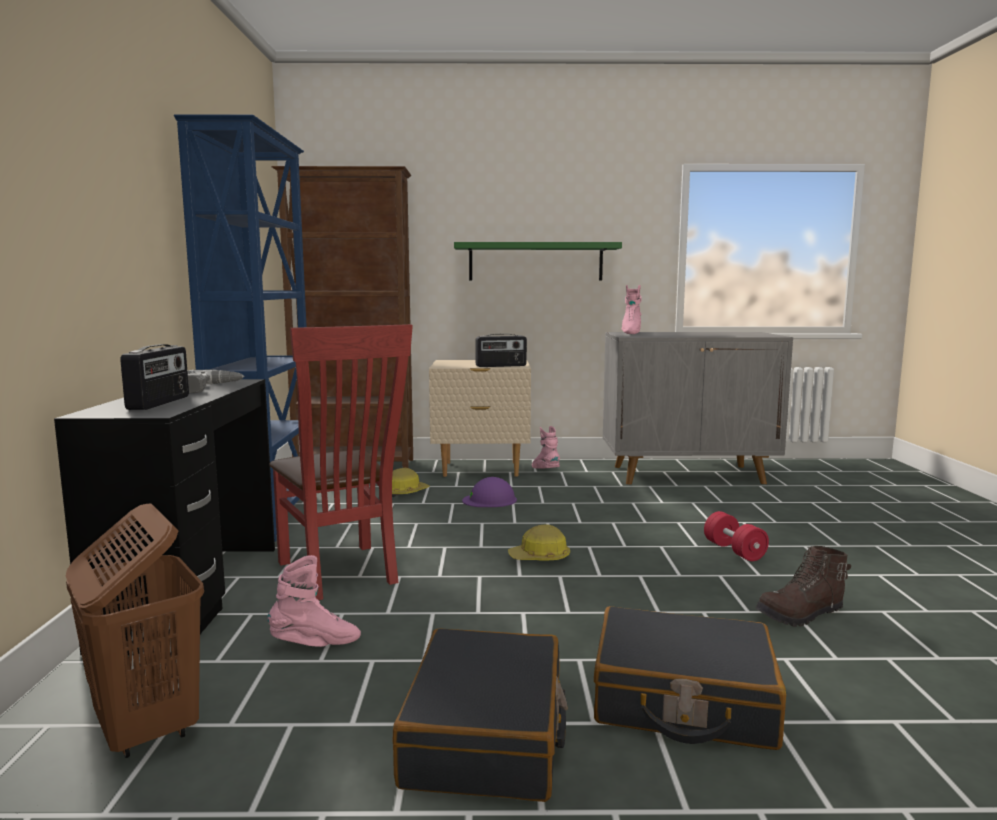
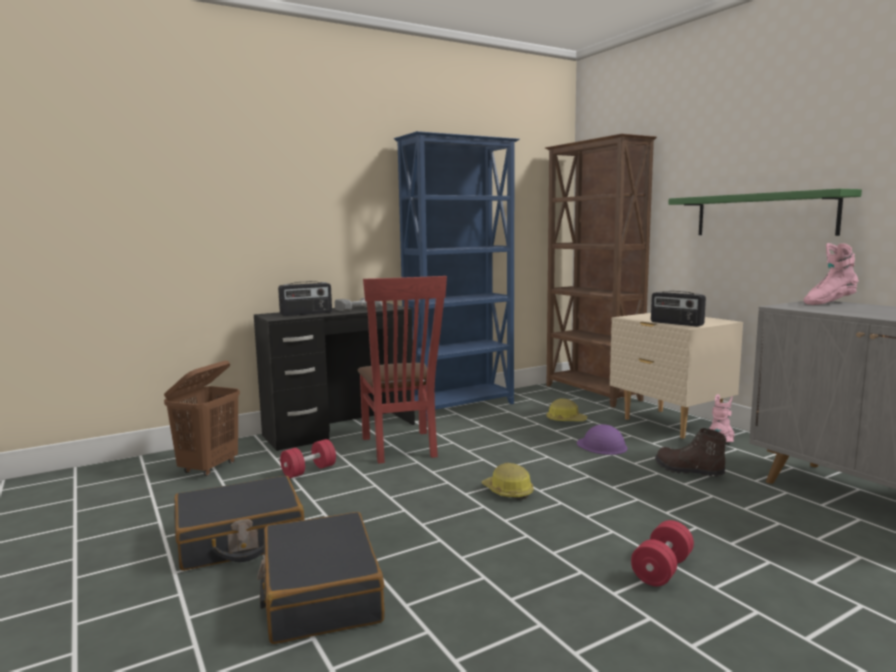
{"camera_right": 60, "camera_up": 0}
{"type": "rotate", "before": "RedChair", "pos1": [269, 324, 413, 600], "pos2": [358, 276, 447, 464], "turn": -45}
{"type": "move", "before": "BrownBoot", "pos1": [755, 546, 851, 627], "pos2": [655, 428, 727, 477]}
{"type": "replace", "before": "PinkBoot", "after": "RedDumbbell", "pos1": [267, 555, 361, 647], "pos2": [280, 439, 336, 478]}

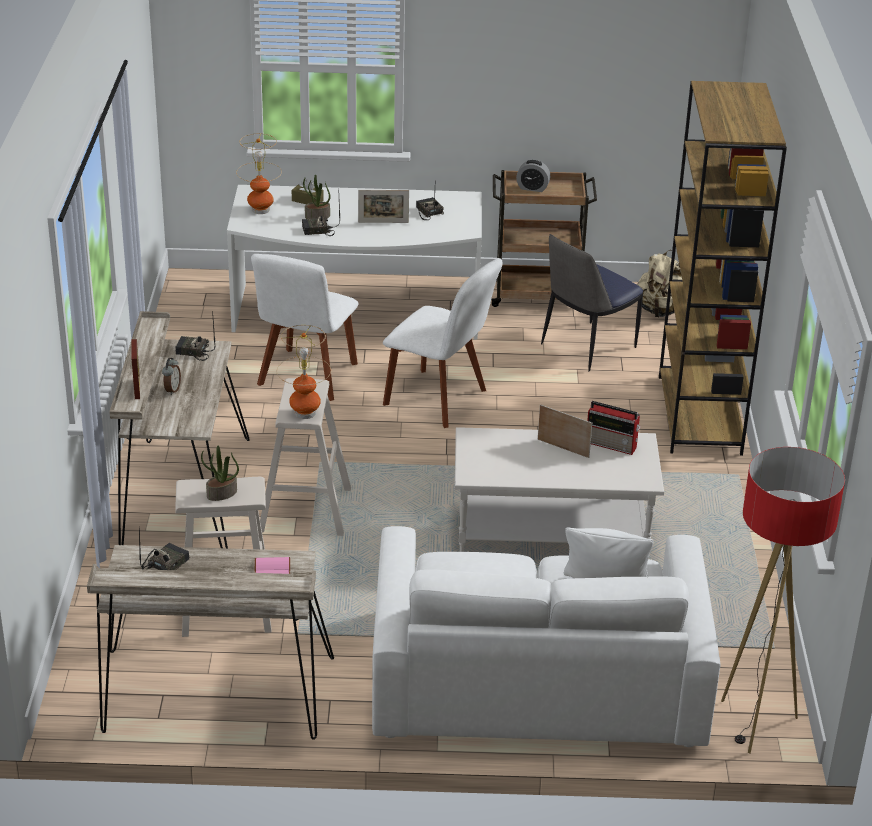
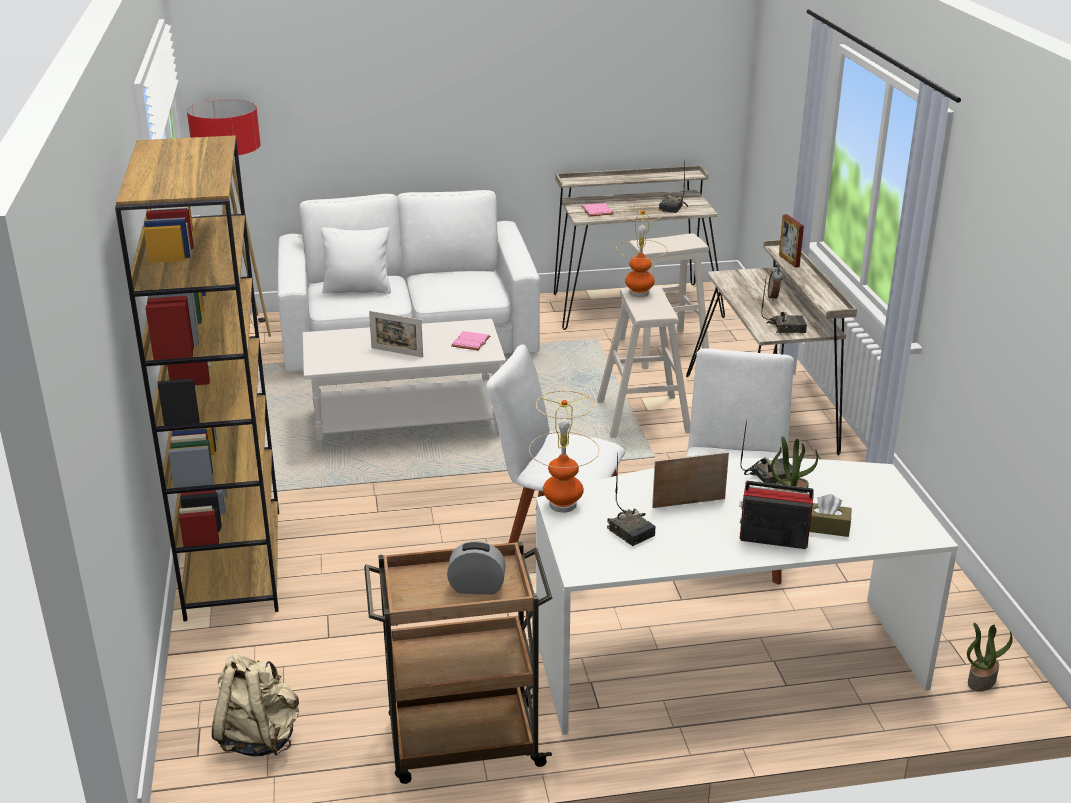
{"camera_right": 170, "camera_up": -5}
{"type": "move", "before": "TableLamp", "pos1": [236, 133, 282, 214], "pos2": [529, 391, 599, 513]}
{"type": "delete", "before": "Chair", "pos1": [541, 234, 643, 372]}
{"type": "move", "before": "Radio", "pos1": [587, 401, 641, 455], "pos2": [739, 481, 814, 549]}
{"type": "move", "before": "PottedPlant", "pos1": [201, 446, 239, 501], "pos2": [967, 623, 1013, 691]}
{"type": "insert", "after": "PinkBook", "pos2": [451, 331, 490, 351]}

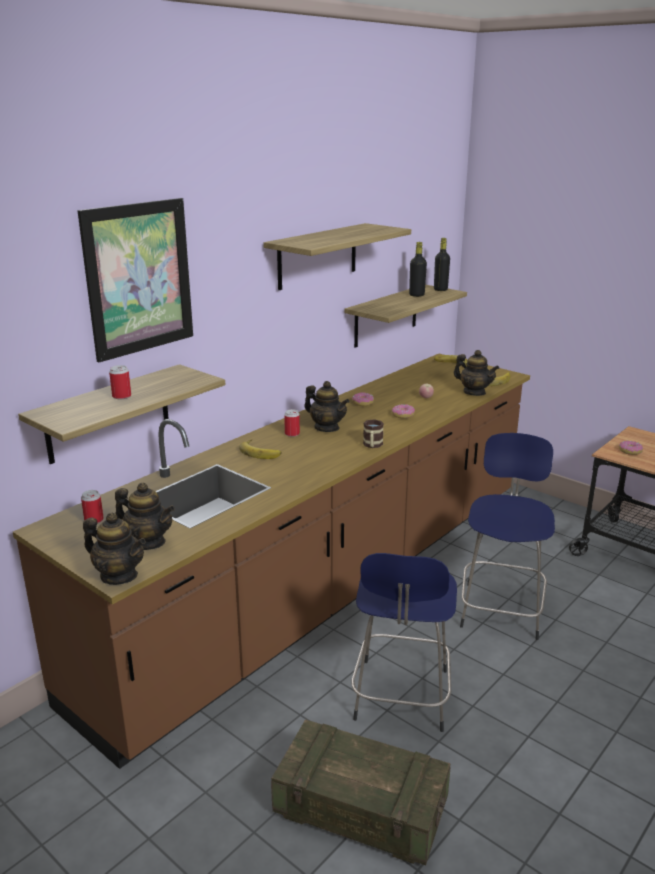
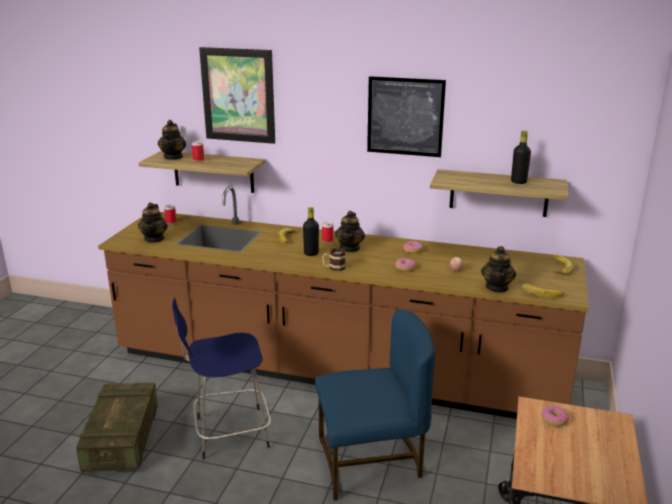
{"camera_right": 65, "camera_up": 0}
{"type": "replace", "before": "Shelf", "after": "Picture", "pos1": [263, 223, 411, 290], "pos2": [367, 76, 446, 157]}
{"type": "move", "before": "BlackBottle", "pos1": [434, 238, 450, 291], "pos2": [303, 207, 319, 256]}
{"type": "replace", "before": "BlueStool", "after": "BlueChair", "pos1": [460, 433, 555, 640], "pos2": [315, 310, 435, 501]}
{"type": "move", "before": "Teapot", "pos1": [83, 513, 146, 585], "pos2": [158, 120, 186, 160]}

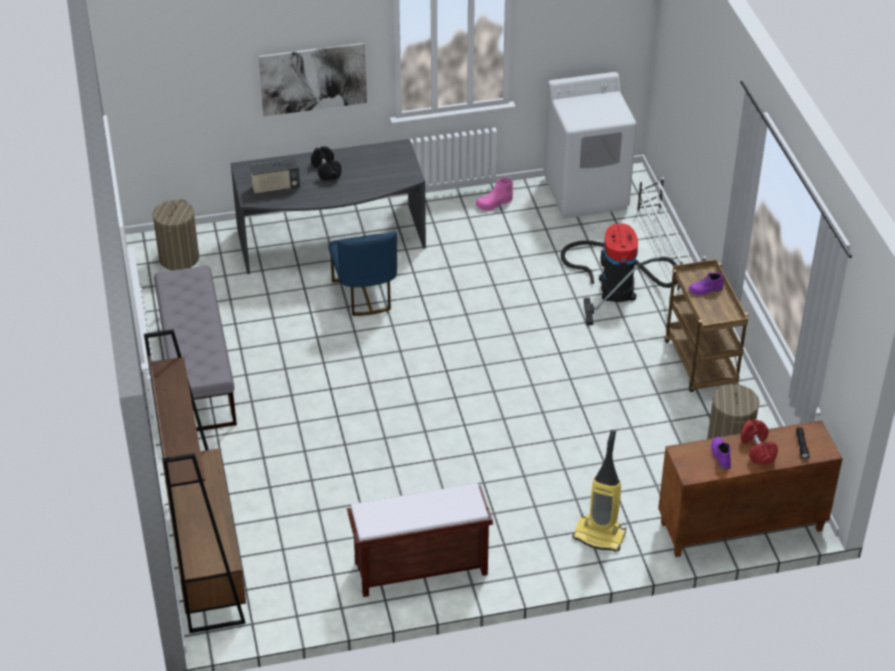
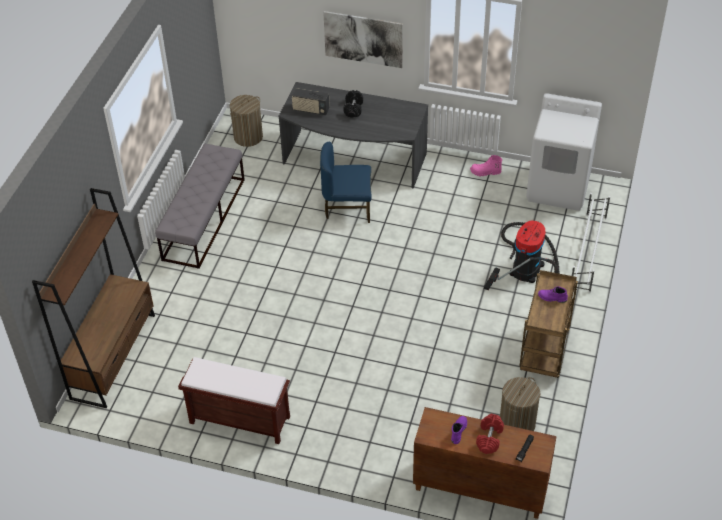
{"camera_right": 30, "camera_up": 5}
{"type": "rotate", "before": "BlueChair", "pos1": [329, 231, 397, 316], "pos2": [320, 142, 372, 223], "turn": 75}
{"type": "delete", "before": "VacuumCleaner", "pos1": [572, 430, 626, 552]}

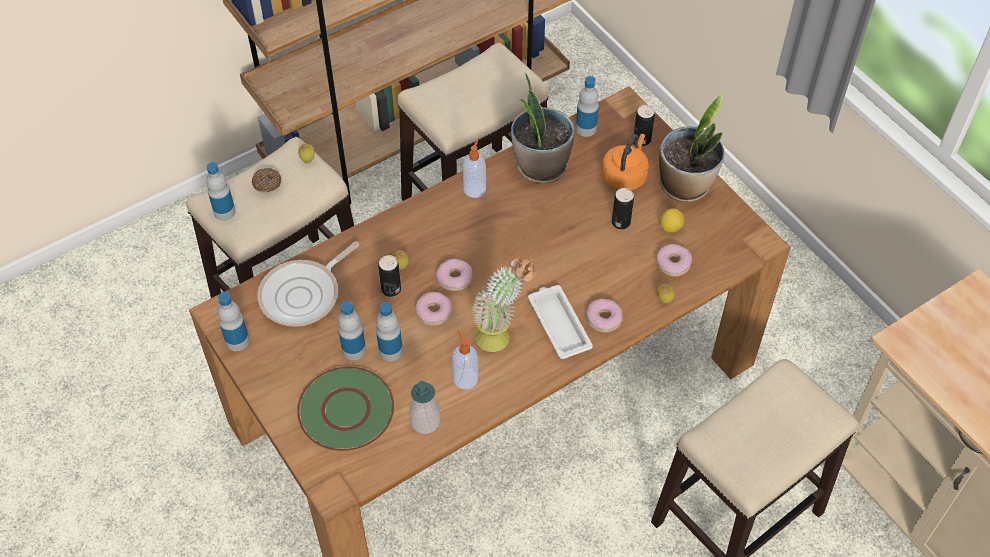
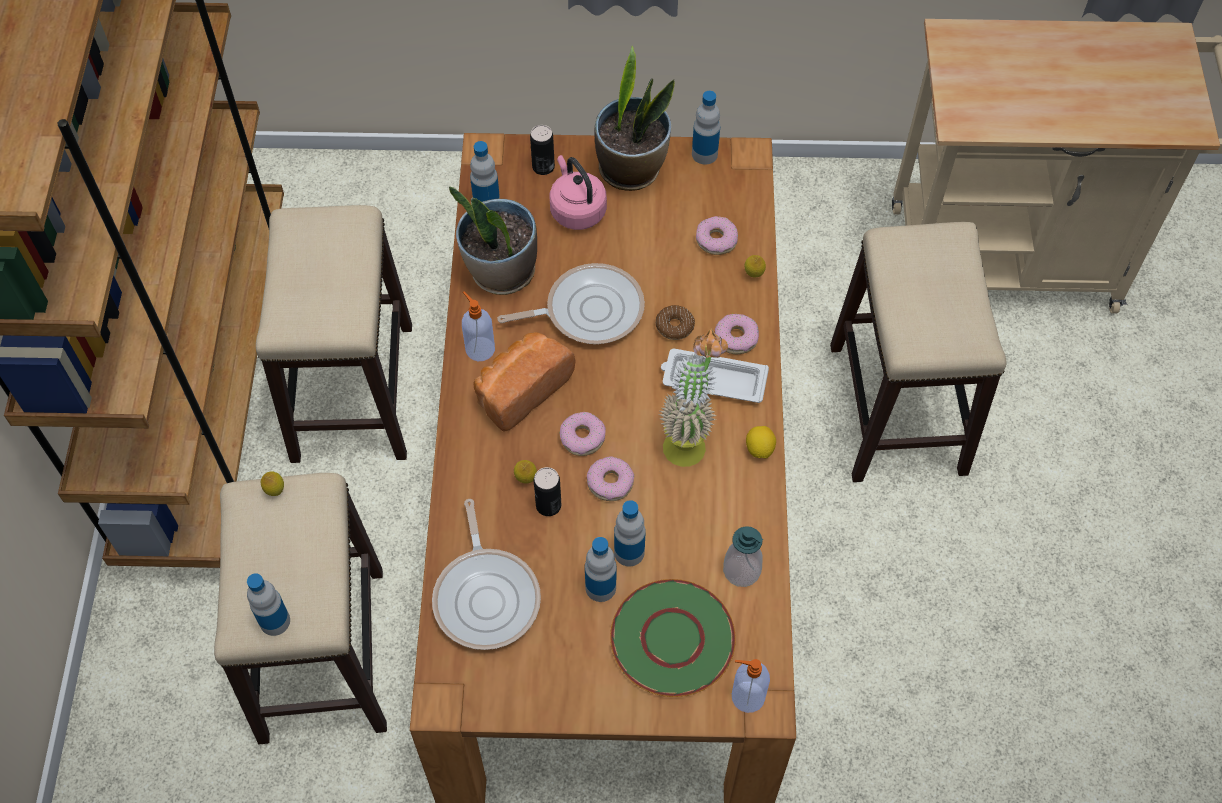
{"camera_right": -55, "camera_up": 5}
{"type": "recolor", "before": "OrangeKettle", "after": "PinkKettle", "pos1": [602, 134, 649, 190], "pos2": [549, 155, 607, 230]}
{"type": "move", "before": "Donut", "pos1": [252, 168, 282, 193], "pos2": [656, 305, 695, 340]}
{"type": "delete", "before": "Can", "pos1": [612, 188, 634, 229]}
{"type": "move", "before": "Lemon", "pos1": [660, 208, 685, 233], "pos2": [746, 426, 776, 458]}
{"type": "move", "before": "Bottle", "pos1": [218, 292, 250, 351], "pos2": [692, 91, 720, 164]}
{"type": "move", "before": "SoapDispenser", "pos1": [452, 330, 479, 390], "pos2": [732, 659, 770, 713]}
{"type": "insert", "after": "FryingPan", "pos2": [497, 263, 645, 344]}
{"type": "insert", "after": "Bread", "pos2": [474, 332, 576, 432]}

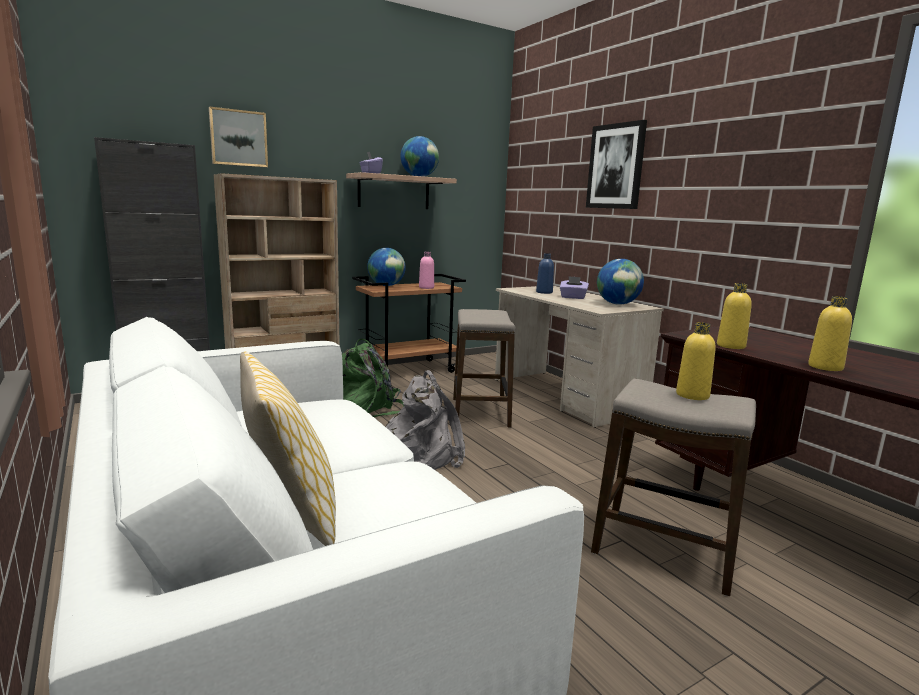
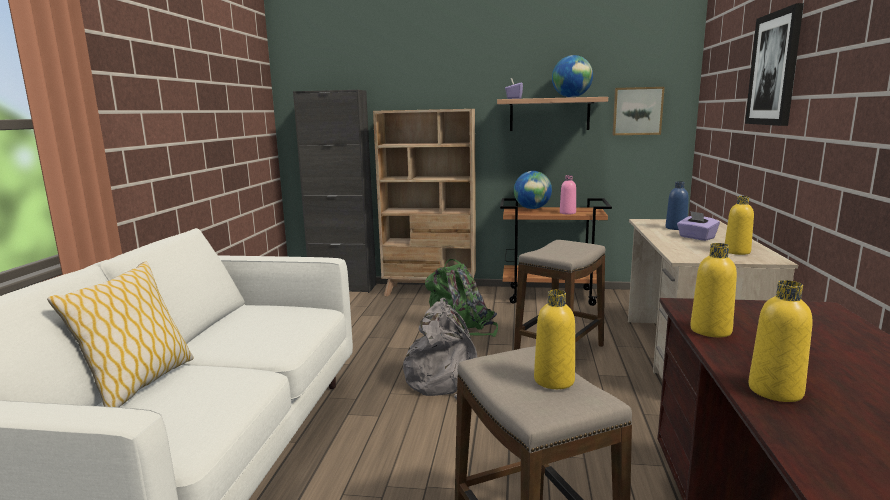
{"camera_right": 40, "camera_up": 0}
{"type": "move", "before": "Picture", "pos1": [209, 107, 268, 167], "pos2": [613, 87, 665, 135]}
{"type": "replace", "before": "Globe", "after": "YellowBottle", "pos1": [597, 259, 644, 305], "pos2": [725, 196, 754, 255]}

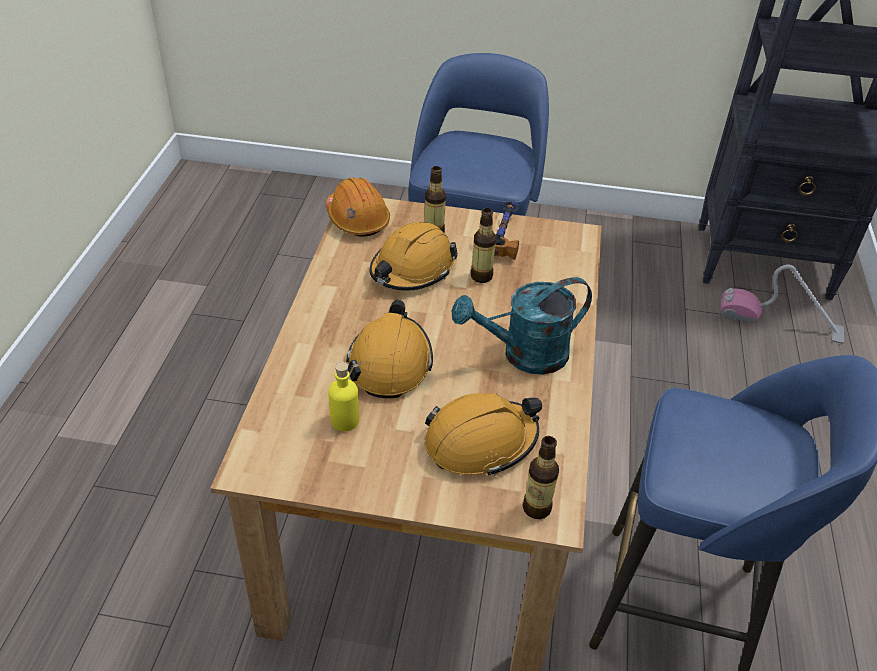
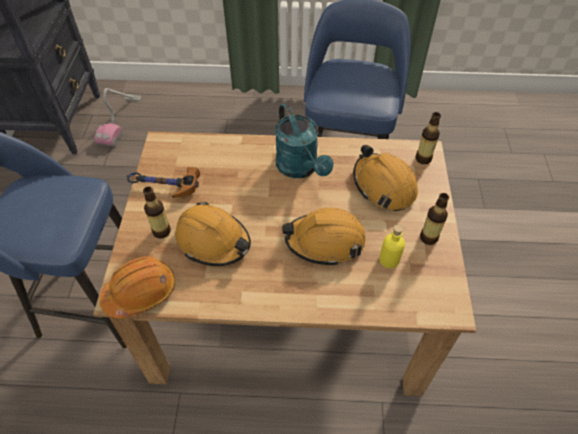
{"camera_right": -95, "camera_up": 10}
{"type": "move", "before": "Bottle", "pos1": [471, 208, 496, 283], "pos2": [420, 193, 449, 245]}

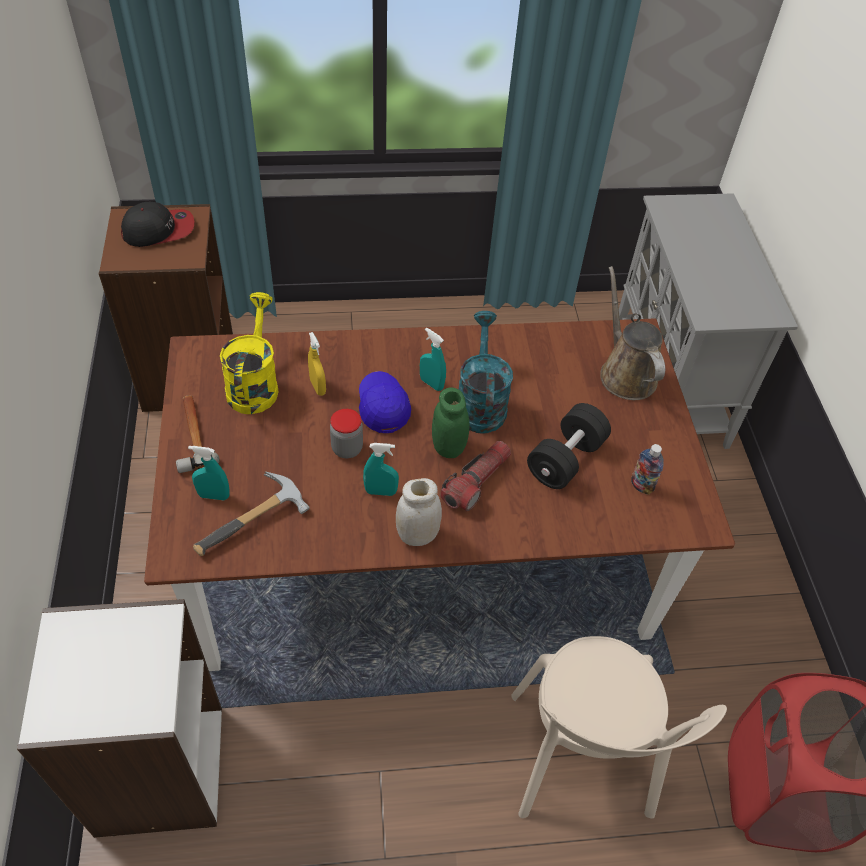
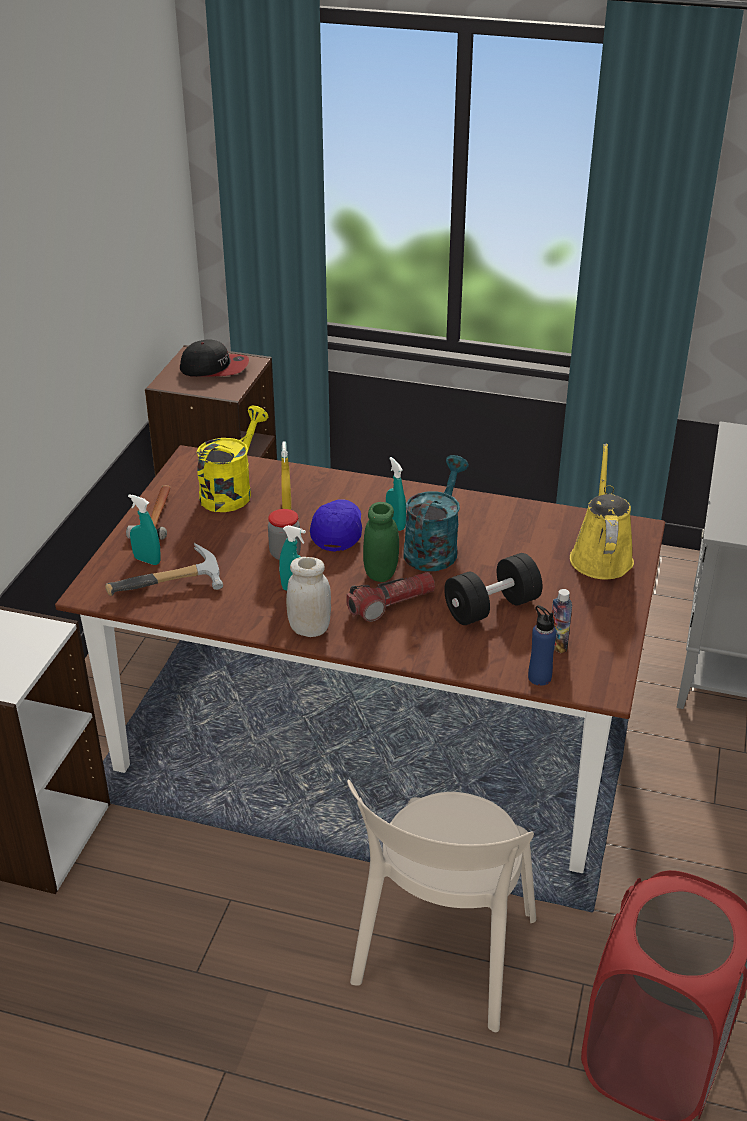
{"camera_right": 25, "camera_up": -15}
{"type": "recolor", "before": "BrownWateringCan", "after": "YellowWateringCan", "pos1": [600, 266, 665, 400], "pos2": [570, 444, 634, 579]}
{"type": "insert", "after": "BlueBottle", "pos2": [528, 605, 557, 686]}

